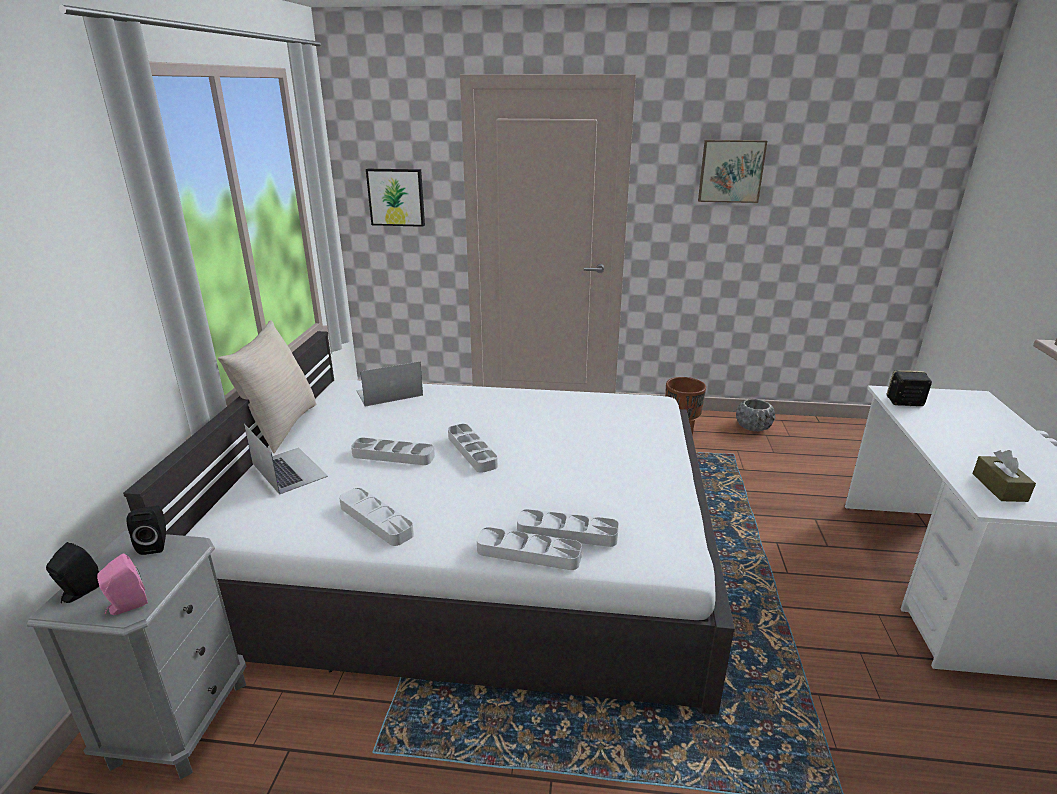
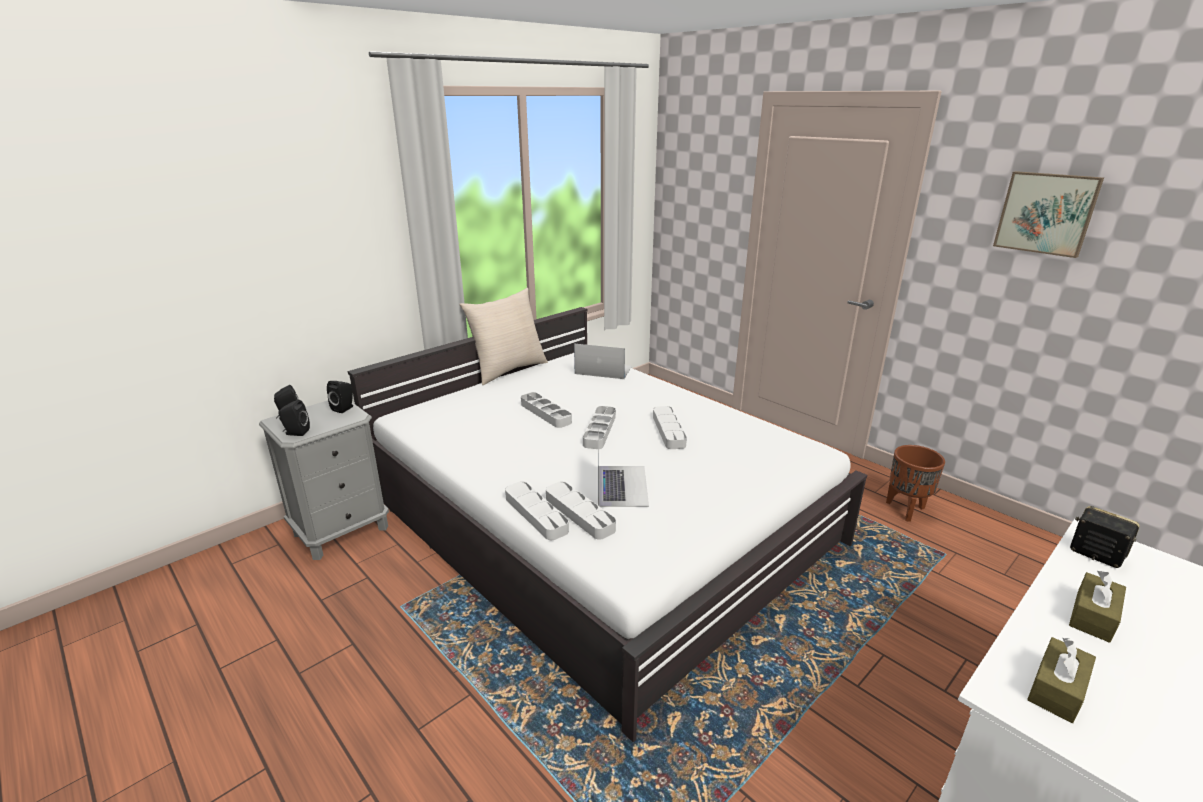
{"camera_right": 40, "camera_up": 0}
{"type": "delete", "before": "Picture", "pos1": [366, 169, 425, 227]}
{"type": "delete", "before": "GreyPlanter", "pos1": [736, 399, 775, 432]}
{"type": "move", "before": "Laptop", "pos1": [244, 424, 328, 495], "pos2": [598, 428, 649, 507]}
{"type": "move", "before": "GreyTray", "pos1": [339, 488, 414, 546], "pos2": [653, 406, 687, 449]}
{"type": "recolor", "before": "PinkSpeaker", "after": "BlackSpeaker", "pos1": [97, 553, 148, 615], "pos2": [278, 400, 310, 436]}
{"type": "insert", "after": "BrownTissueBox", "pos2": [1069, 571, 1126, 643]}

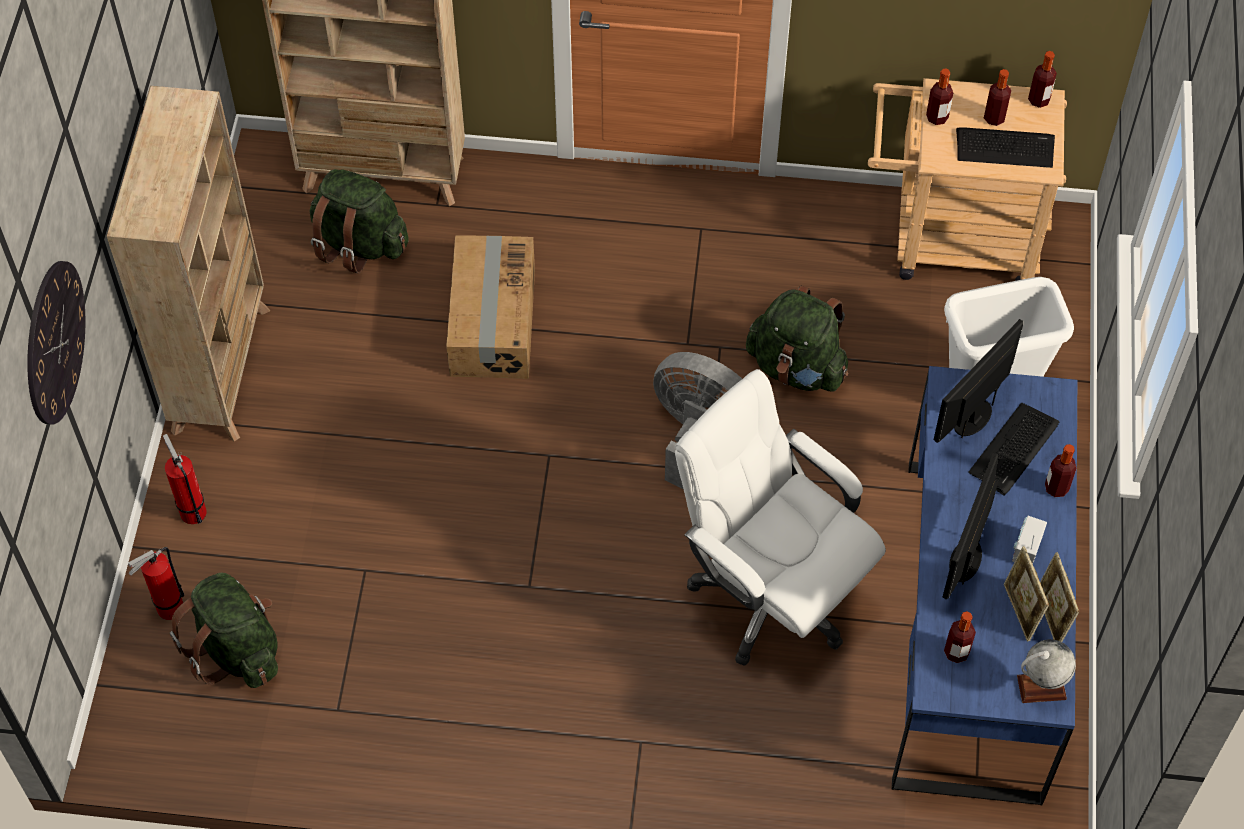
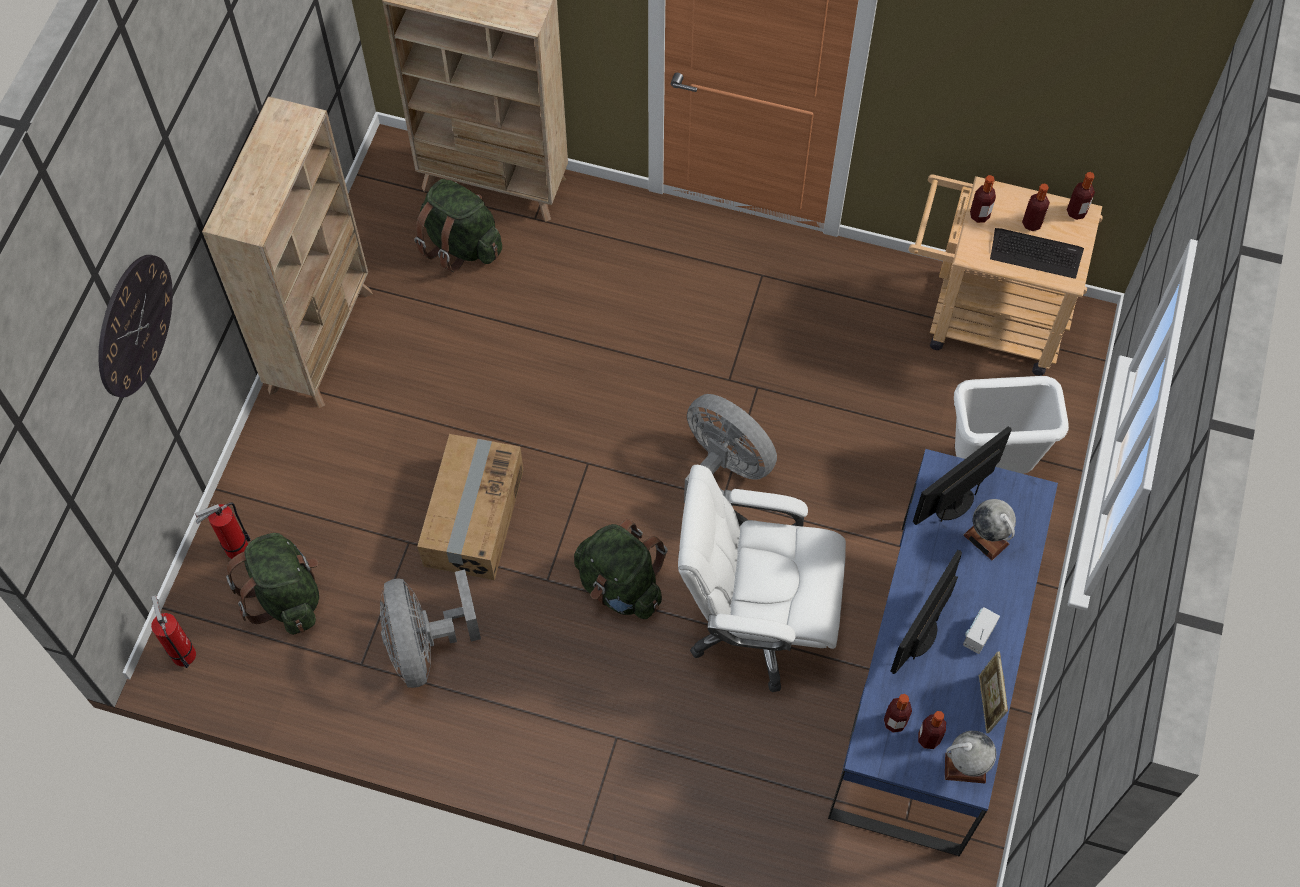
{"camera_right": 10, "camera_up": 5}
{"type": "move", "before": "CardboardBox", "pos1": [446, 235, 535, 379], "pos2": [417, 434, 523, 580]}
{"type": "move", "before": "GreenBackpack", "pos1": [746, 285, 848, 392], "pos2": [574, 519, 668, 619]}
{"type": "rotate", "before": "WhiteOfficeChair", "pos1": [675, 369, 886, 666], "pos2": [678, 465, 846, 692], "turn": -45}
{"type": "replace", "before": "Keyboard", "after": "Globe", "pos1": [968, 403, 1060, 495], "pos2": [964, 499, 1016, 560]}
{"type": "move", "before": "FireExtinguisher", "pos1": [163, 434, 207, 524], "pos2": [151, 596, 196, 668]}
{"type": "move", "before": "Bottle", "pos1": [1045, 444, 1077, 497], "pos2": [918, 711, 946, 749]}
{"type": "delete", "before": "PictureFrame", "pos1": [1004, 546, 1049, 642]}
{"type": "insert", "after": "GreyFan", "pos2": [380, 570, 481, 688]}

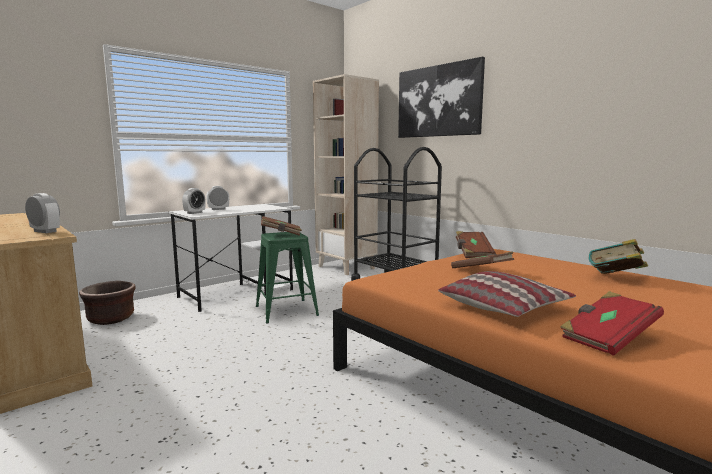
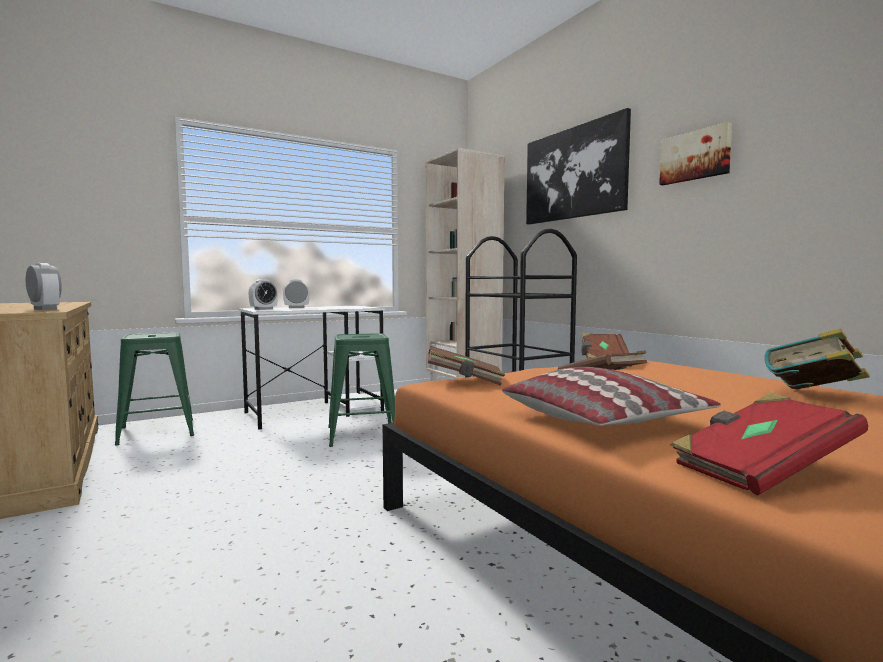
{"camera_right": 10, "camera_up": -5}
{"type": "move", "before": "BrownBook", "pos1": [261, 216, 302, 236], "pos2": [428, 346, 505, 386]}
{"type": "replace", "before": "BrownPlanter", "after": "GreenStool", "pos1": [79, 281, 136, 325], "pos2": [115, 332, 194, 446]}
{"type": "insert", "after": "Picture", "pos2": [659, 122, 732, 185]}

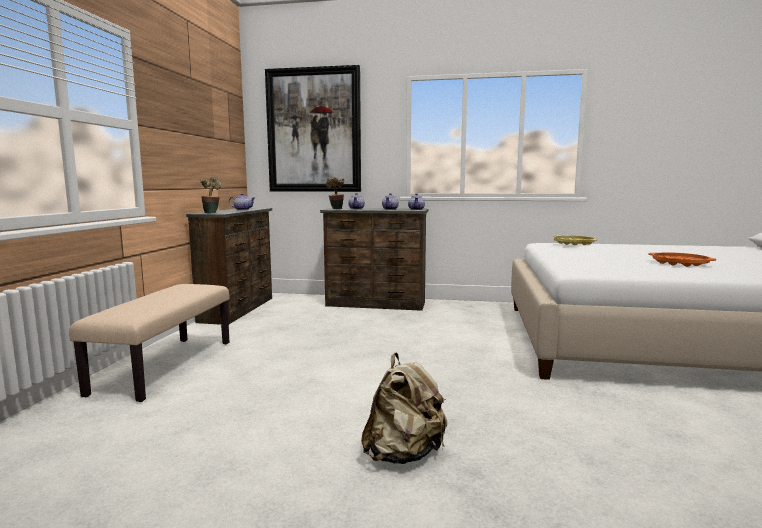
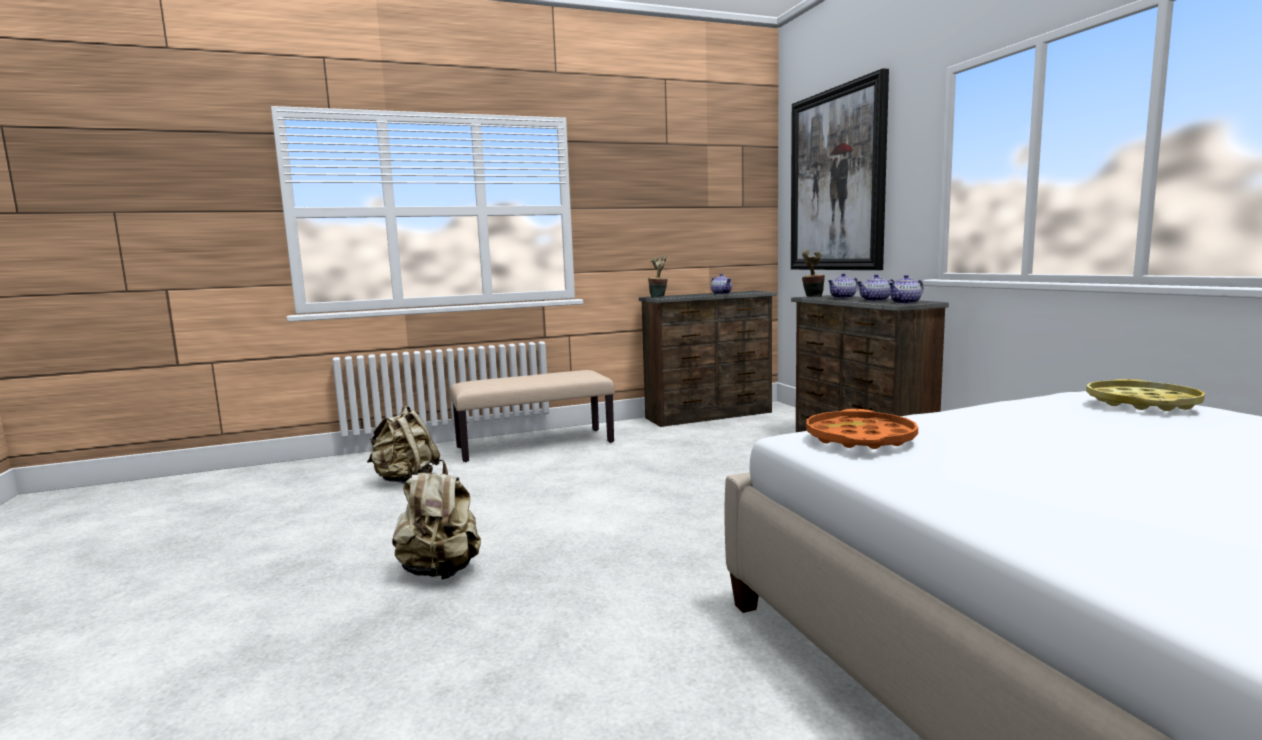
{"camera_right": 60, "camera_up": 0}
{"type": "move", "before": "OrangeTray", "pos1": [648, 252, 716, 267], "pos2": [806, 409, 918, 449]}
{"type": "insert", "after": "BeigeBackpack", "pos2": [367, 405, 440, 484]}

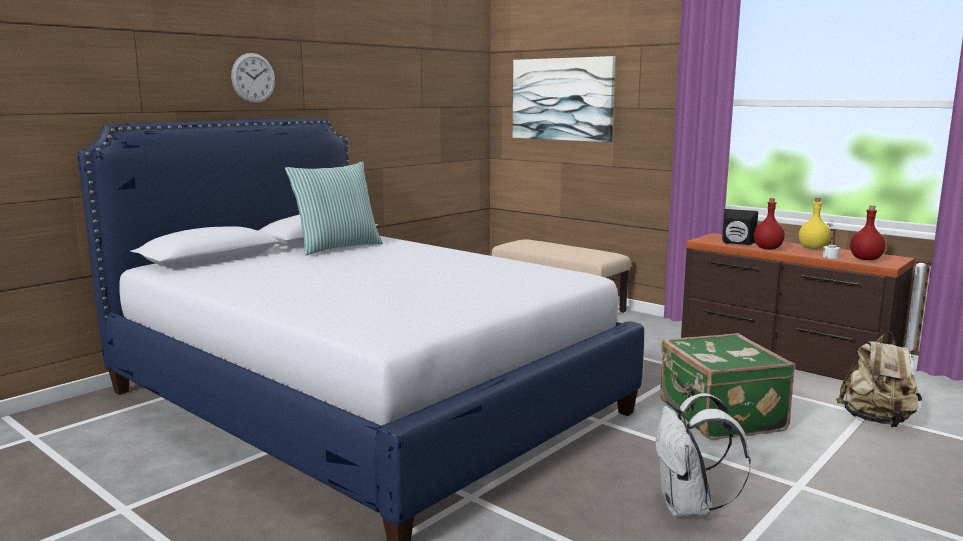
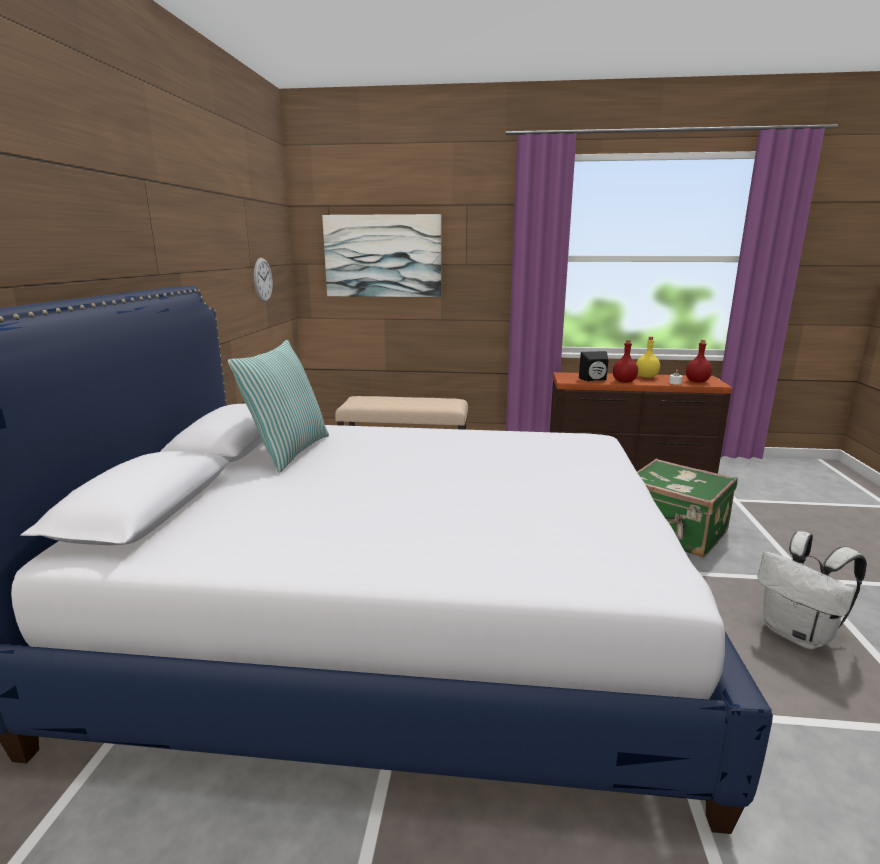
{"camera_right": -35, "camera_up": 5}
{"type": "move", "before": "WallClock", "pos1": [231, 53, 275, 104], "pos2": [254, 258, 273, 302]}
{"type": "delete", "before": "BeigeBackpack", "pos1": [836, 333, 922, 427]}

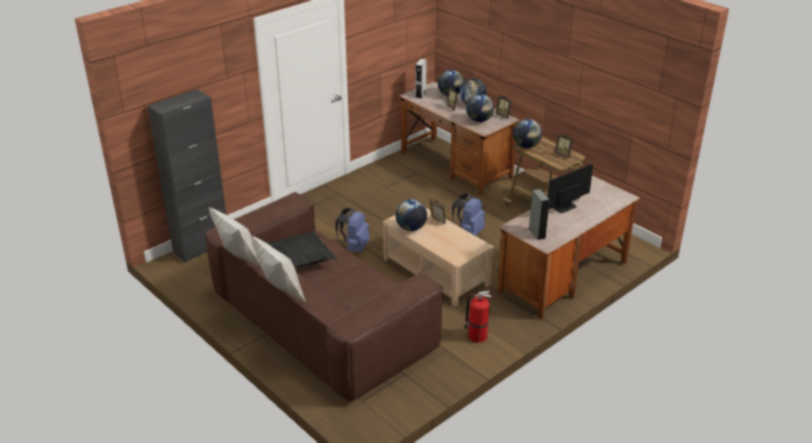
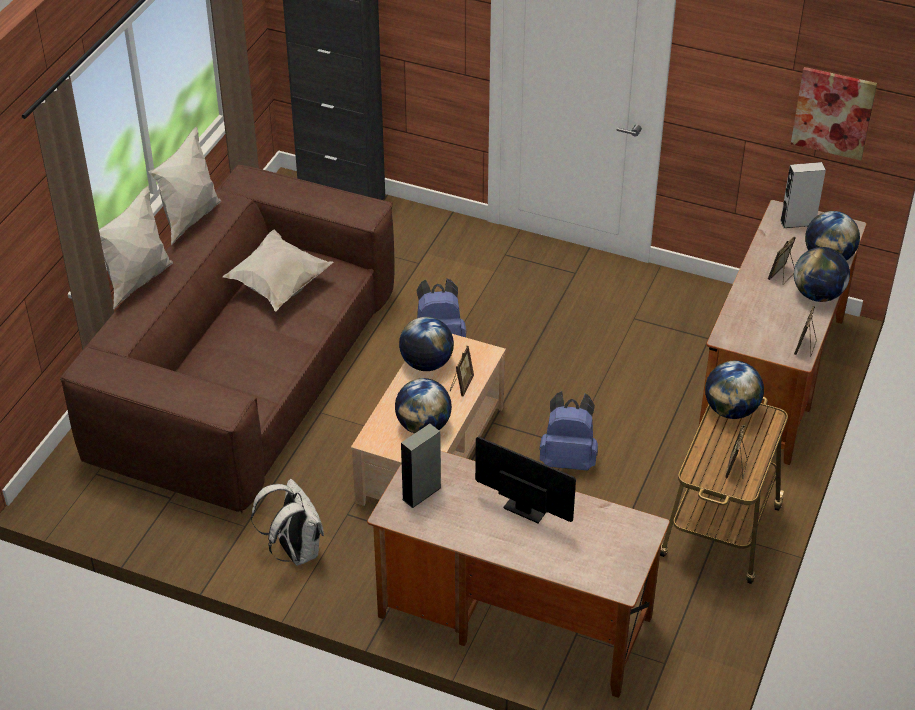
{"camera_right": 65, "camera_up": 10}
{"type": "move", "before": "Globe", "pos1": [466, 94, 494, 122], "pos2": [395, 378, 452, 434]}
{"type": "recolor", "before": "BlackPillow", "after": "WhitePillow", "pos1": [267, 231, 338, 268], "pos2": [223, 230, 334, 311]}
{"type": "replace", "before": "FireExtinguisher", "after": "WhiteBackpack", "pos1": [464, 291, 491, 343], "pos2": [251, 479, 324, 566]}
{"type": "insert", "after": "Picture", "pos2": [791, 67, 877, 160]}

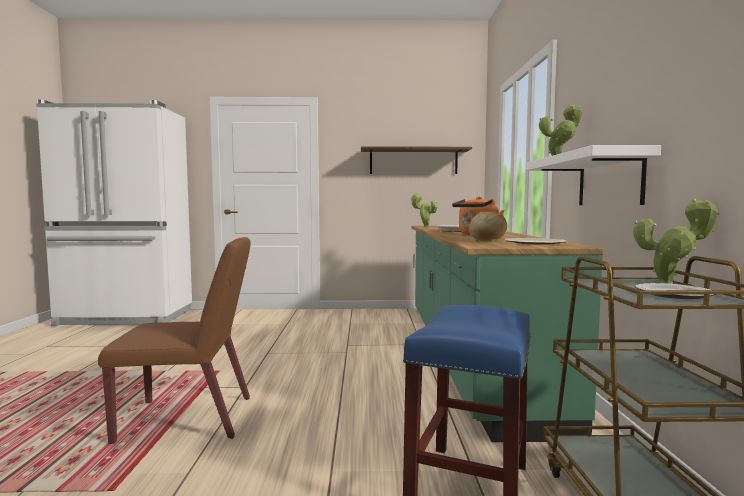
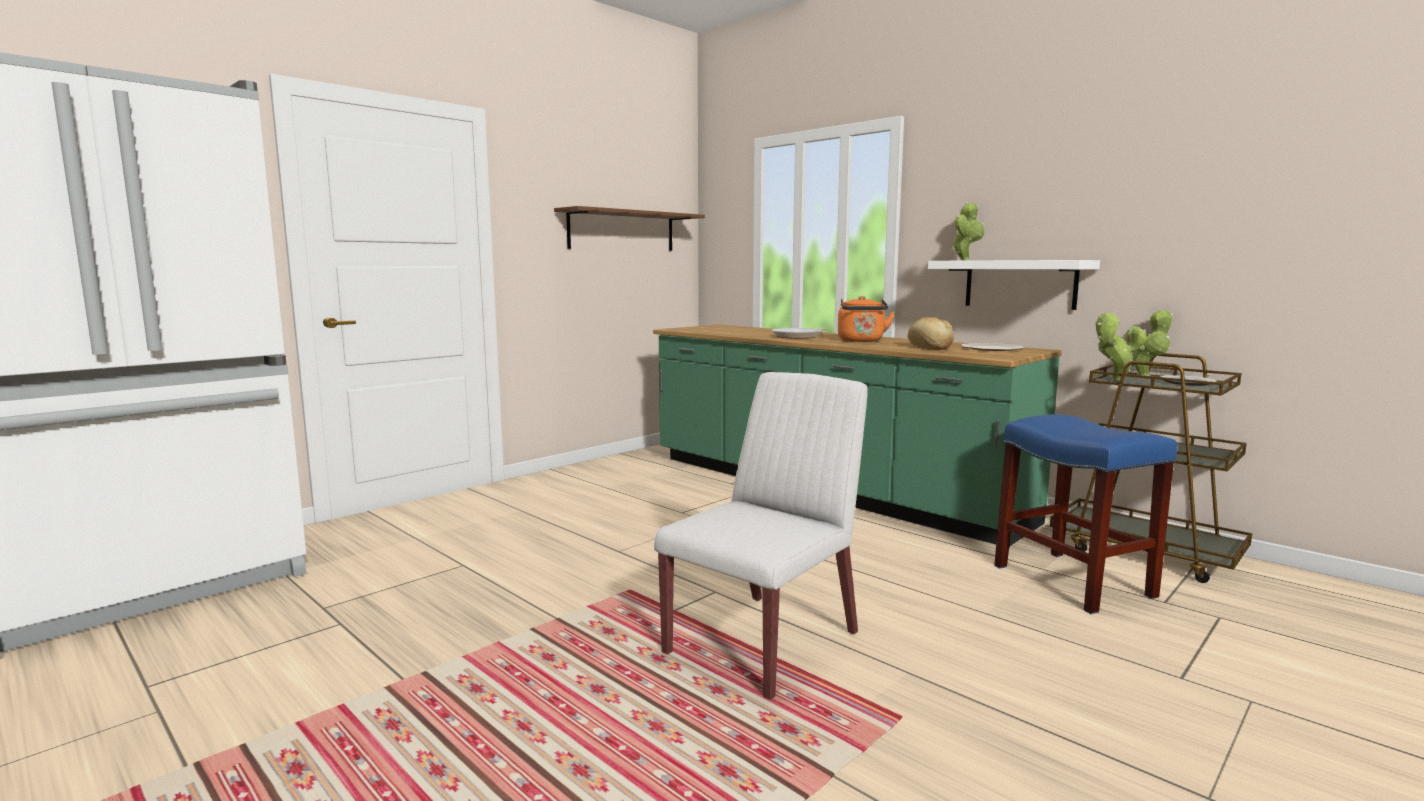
{"camera_right": -45, "camera_up": 5}
{"type": "move", "before": "PottedPlant", "pos1": [411, 193, 437, 227], "pos2": [1096, 312, 1147, 381]}
{"type": "recolor", "before": "BrownChair", "after": "WhiteChair", "pos1": [98, 237, 251, 444], "pos2": [654, 372, 868, 700]}

